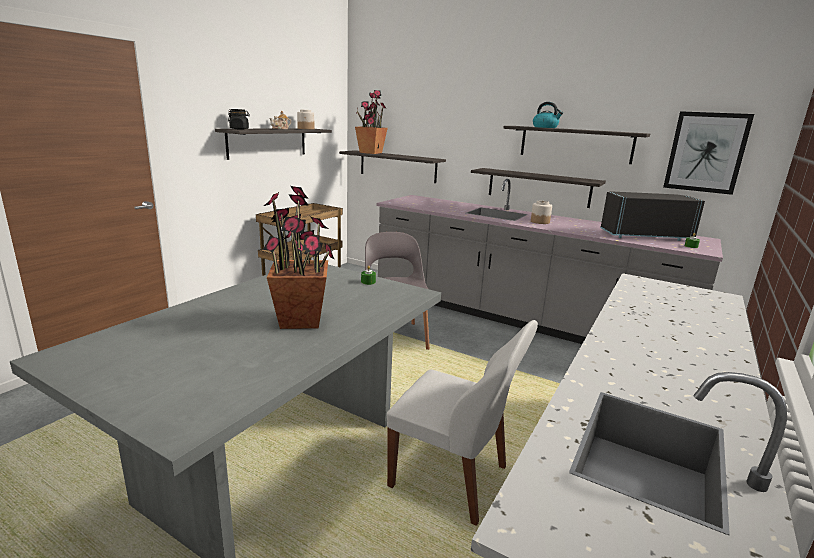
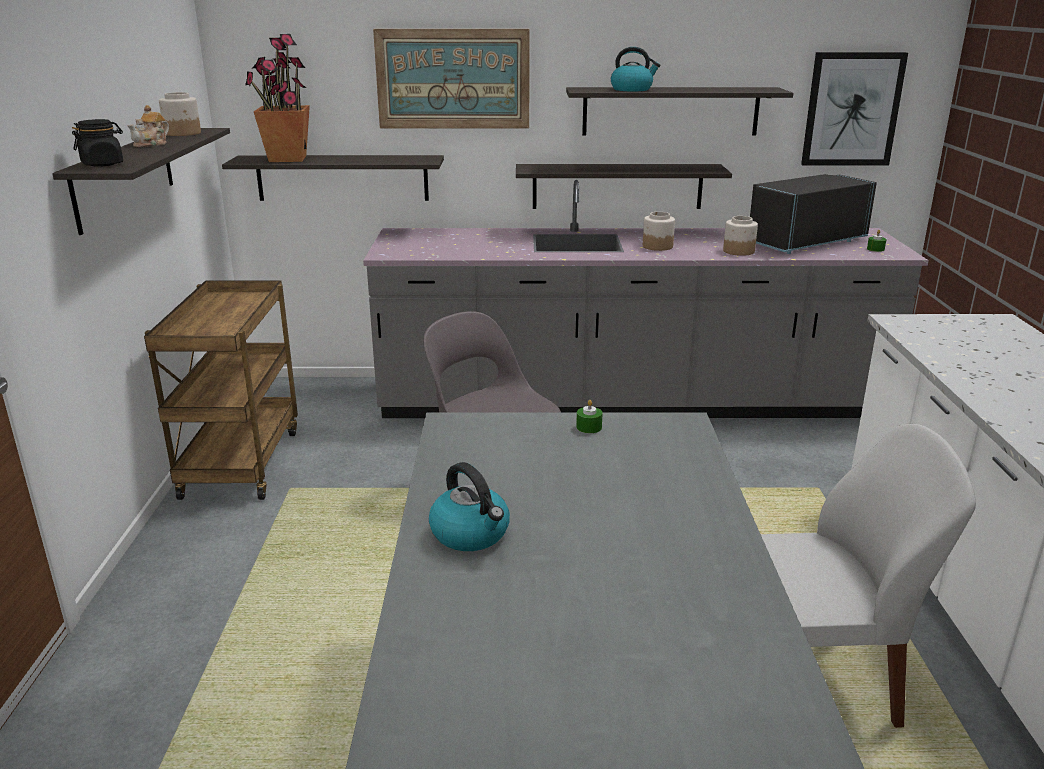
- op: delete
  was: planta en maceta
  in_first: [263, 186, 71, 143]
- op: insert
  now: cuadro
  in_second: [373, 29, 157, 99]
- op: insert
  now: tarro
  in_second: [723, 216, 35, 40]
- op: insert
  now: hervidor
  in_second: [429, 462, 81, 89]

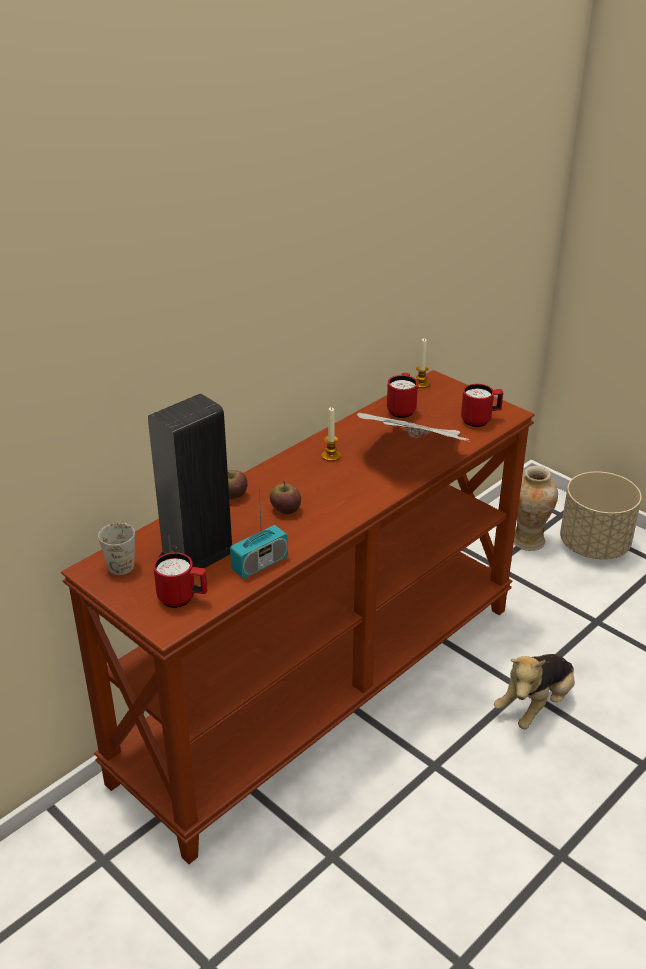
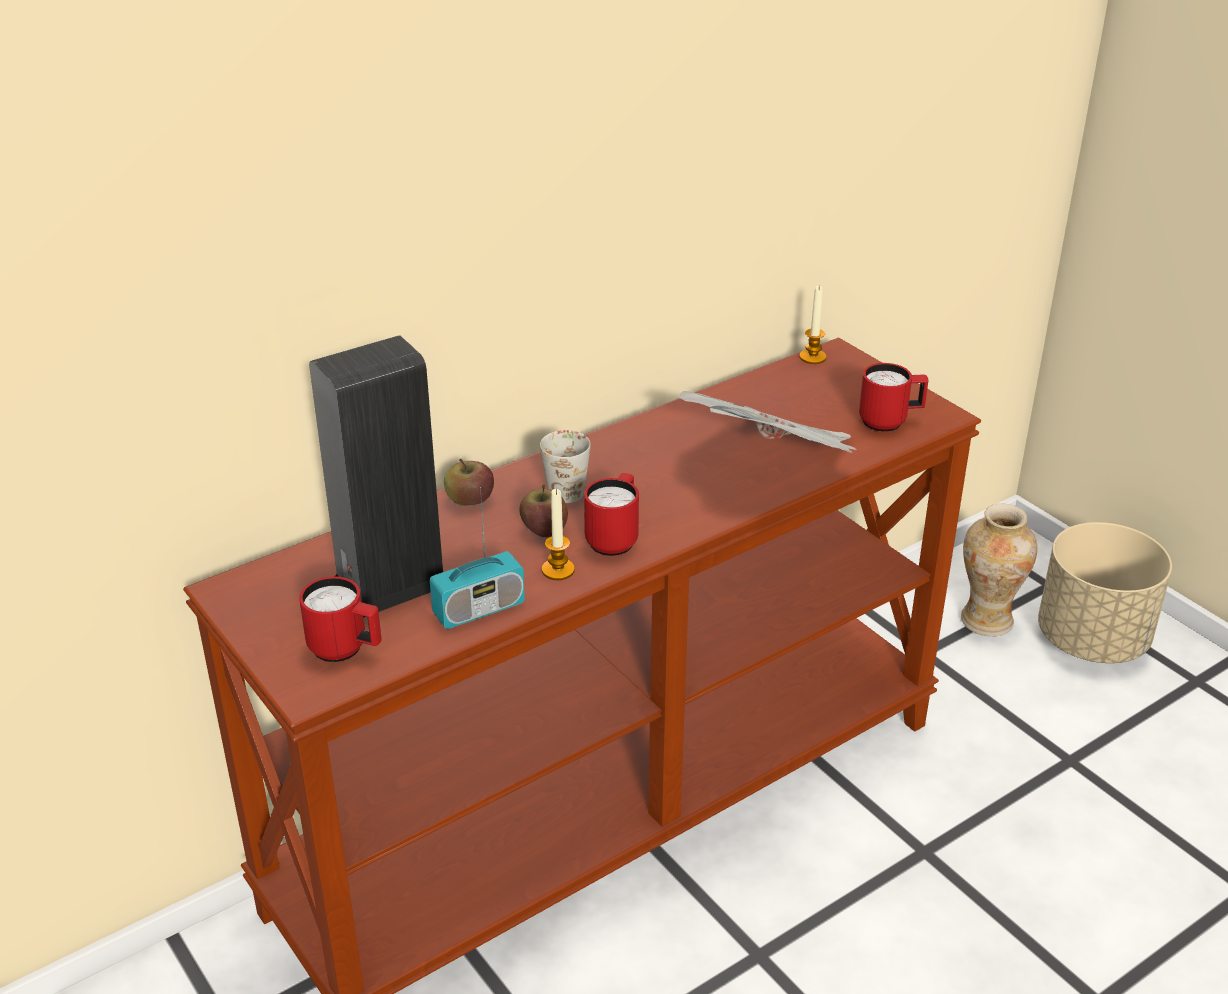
- op: move
  was: taza grande (rojo)
  in_first: [387, 373, 31, 45]
  in_second: [584, 473, 55, 83]
- op: move
  was: vela
  in_first: [322, 407, 19, 54]
  in_second: [542, 489, 33, 91]
- op: move
  was: taza grande (blanco)
  in_first: [98, 523, 37, 52]
  in_second: [540, 430, 51, 73]
- op: delete
  was: peluche
  in_first: [494, 654, 81, 75]

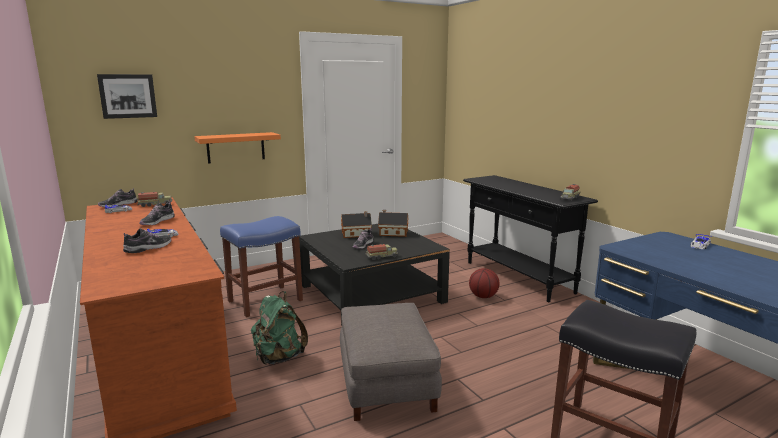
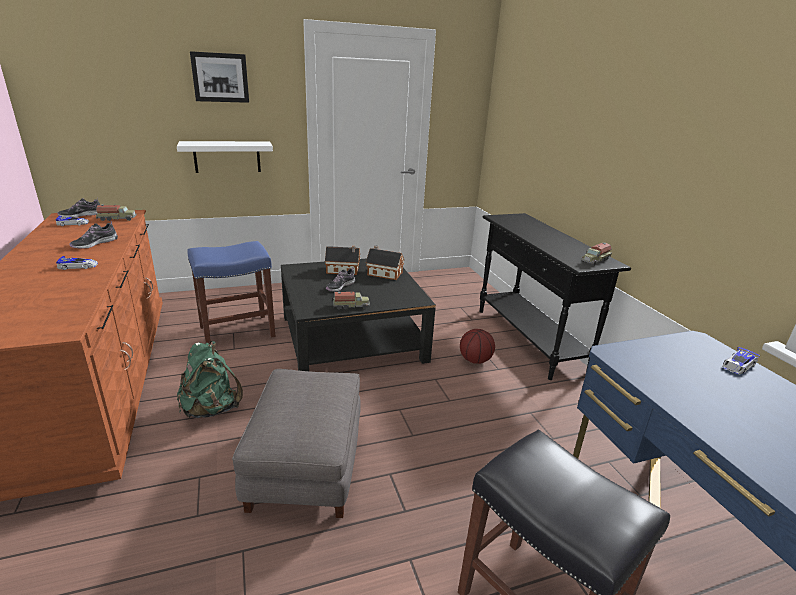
- op: move
  was: cuadro
  in_first: [97, 74, 60, 45]
  in_second: [190, 51, 59, 52]
- op: recolor
  was: estante (naranja)
  now: estante (blanco)
  in_first: [194, 132, 87, 32]
  in_second: [177, 141, 96, 32]
- op: delete
  was: zapato
  in_first: [123, 228, 48, 25]

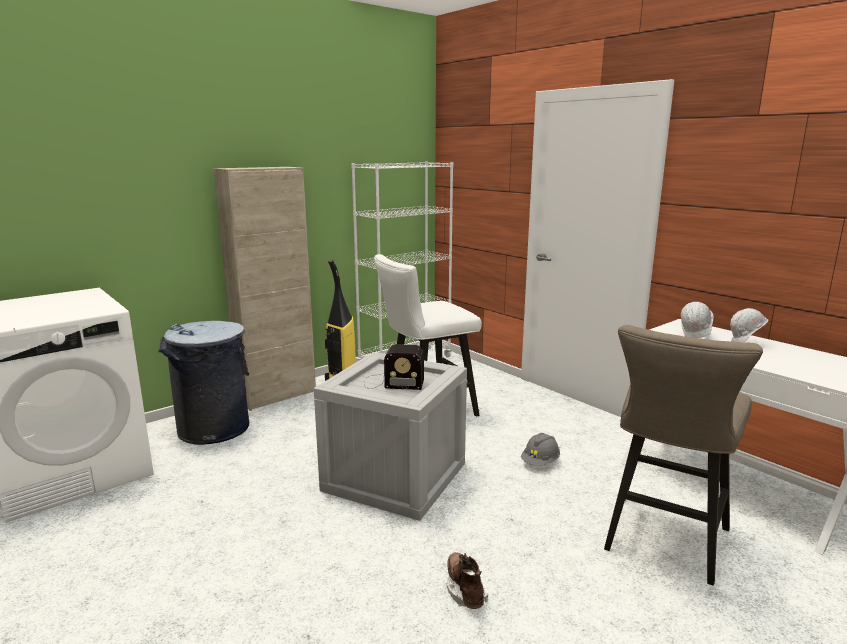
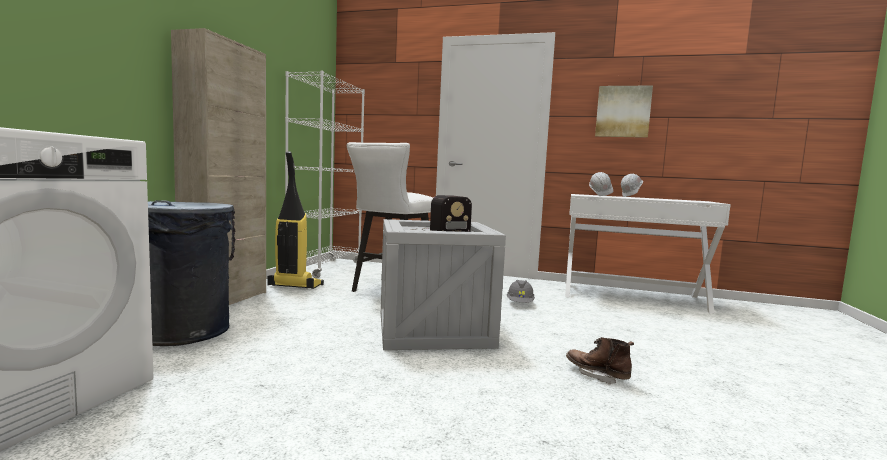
- op: delete
  was: taburete (beis)
  in_first: [604, 325, 159, 260]
- op: insert
  now: cuadro
  in_second: [595, 85, 58, 53]

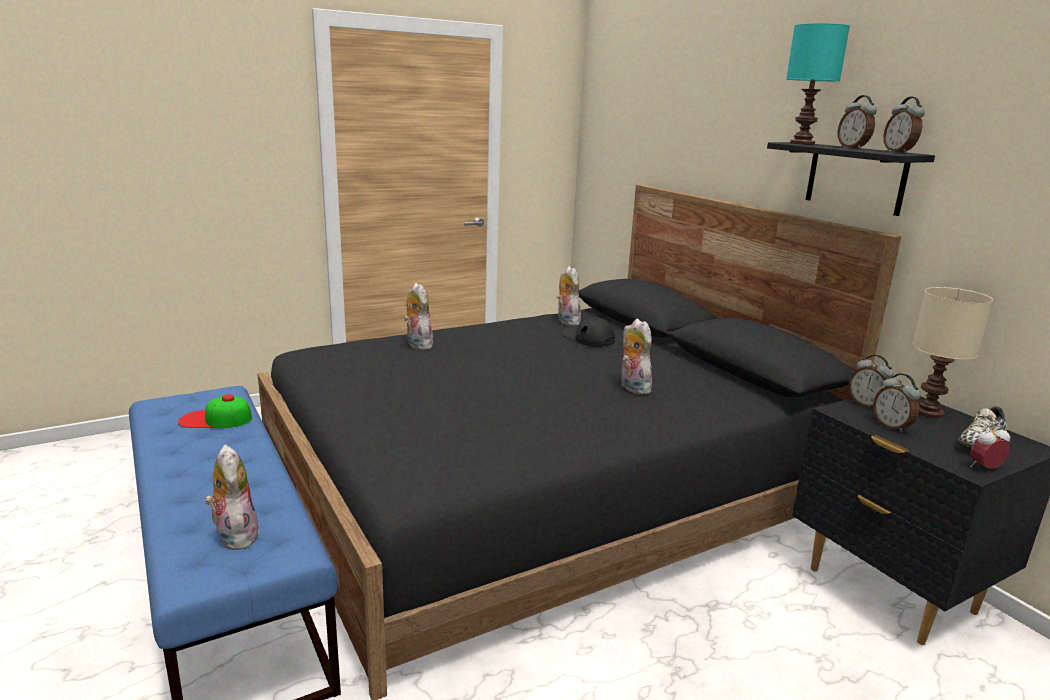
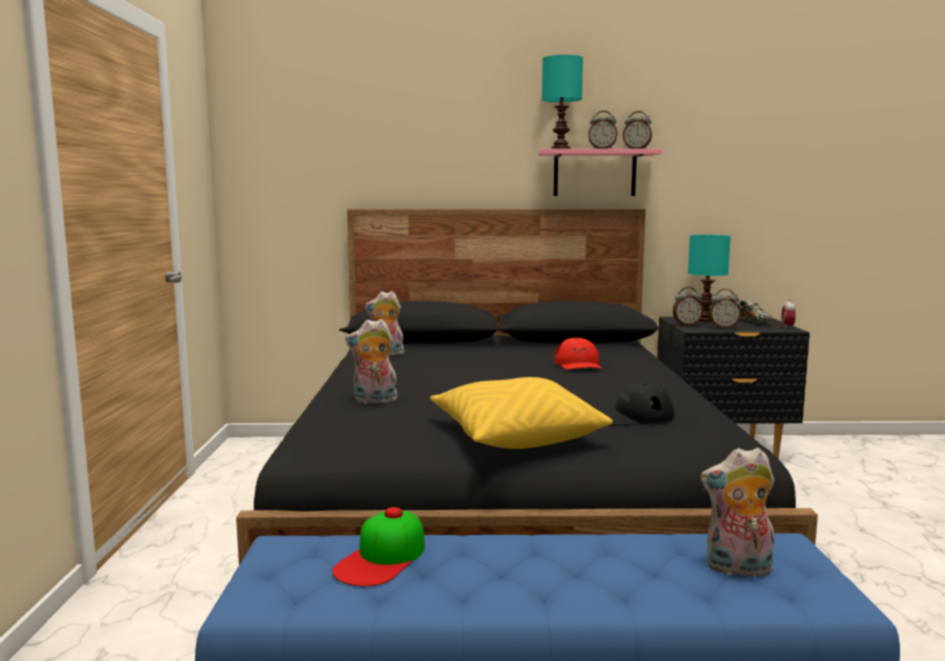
- op: recolor
  was: estante (negro)
  now: estante (rosa)
  in_first: [767, 142, 168, 74]
  in_second: [538, 149, 125, 47]
- op: recolor
  was: lámpara de mesa (beis)
  now: lámpara de mesa (turquesa)
  in_first: [912, 287, 81, 131]
  in_second: [688, 235, 43, 87]
- op: move
  was: gorra (negro)
  in_first: [563, 317, 52, 30]
  in_second: [599, 383, 75, 43]
- op: replace
  was: peluche
  now: gorra (rojo)
  in_first: [621, 319, 31, 75]
  in_second: [555, 338, 47, 32]
- op: insert
  now: cojín (amarillo)
  in_second: [430, 377, 183, 72]

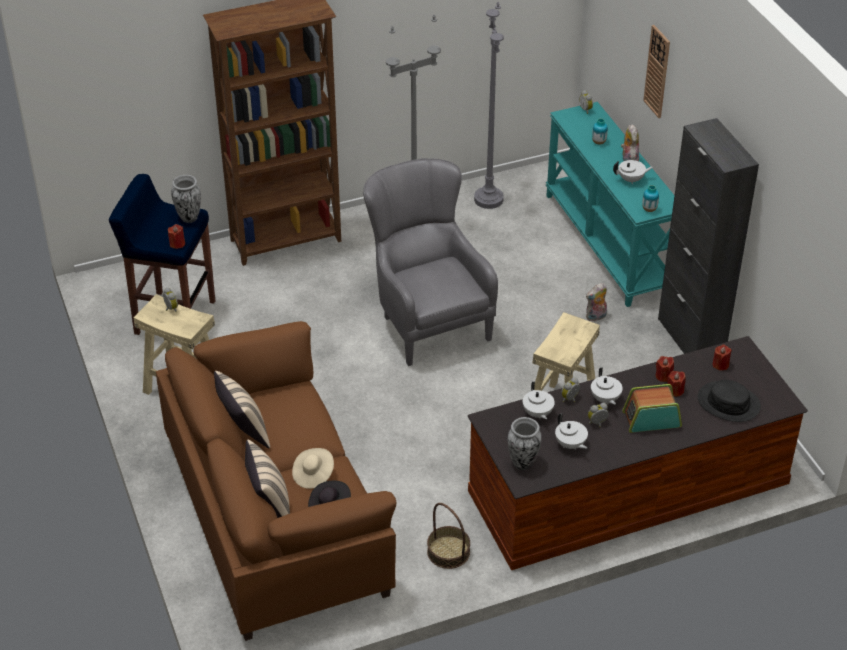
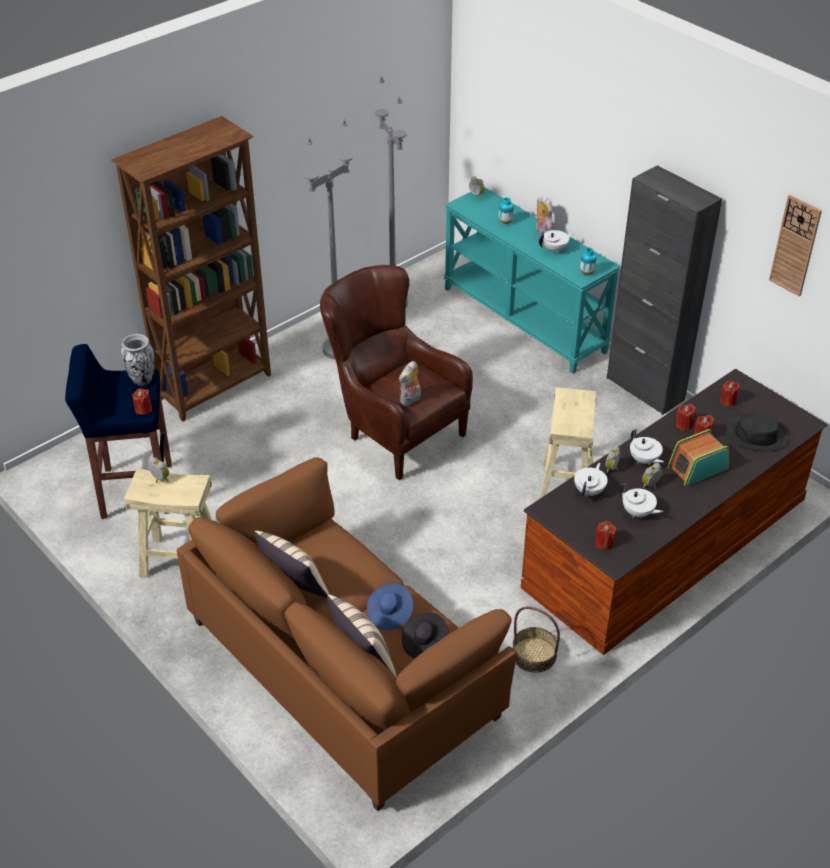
- op: move
  was: reloj de pared
  in_first: [643, 25, 27, 93]
  in_second: [769, 195, 53, 101]
- op: recolor
  was: sillón (gris)
  now: sillón (marrón)
  in_first: [363, 158, 135, 208]
  in_second: [320, 265, 153, 215]
- op: move
  was: peluche
  in_first: [586, 283, 21, 39]
  in_second: [399, 361, 22, 45]
- op: rotate
  was: tetera (blanco)
  in_first: [523, 382, 32, 37]
  in_second: [574, 463, 34, 34]
  clockwise: -120
- op: replace
  was: florero
  now: vela (rojo)
  in_first: [508, 417, 34, 53]
  in_second: [595, 521, 21, 29]
- op: recolor
  was: sombrero (beis)
  now: sombrero (azul)
  in_first: [292, 448, 42, 41]
  in_second: [367, 583, 46, 47]

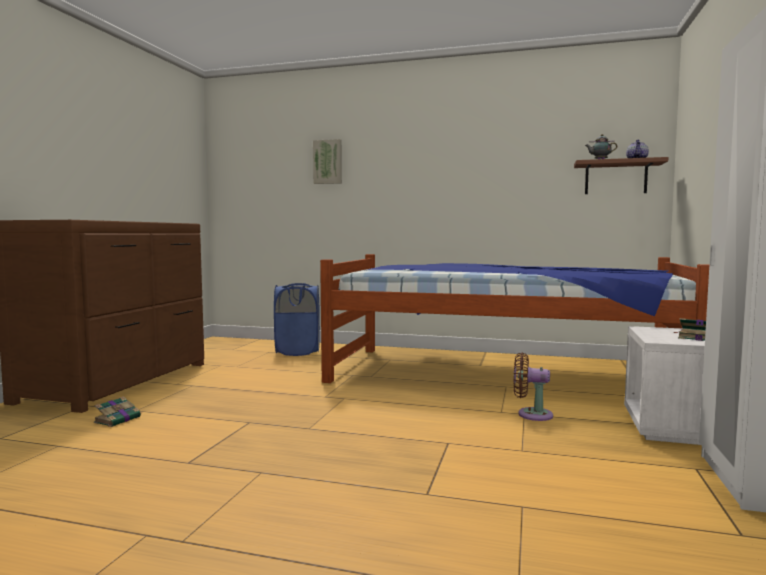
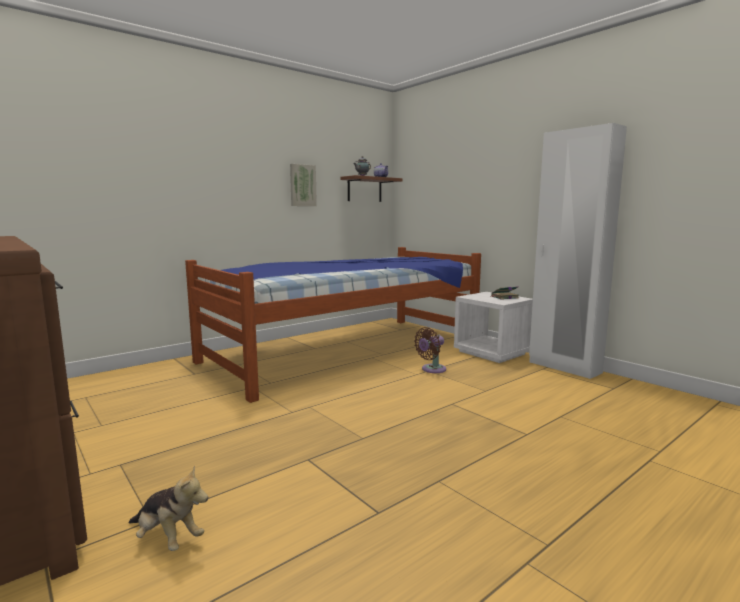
- op: move
  was: cuadro
  in_first: [313, 139, 29, 45]
  in_second: [290, 164, 27, 42]
- op: delete
  was: cesto de la ropa (azul)
  in_first: [274, 283, 46, 73]
- op: replace
  was: libro
  now: peluche
  in_first: [94, 397, 47, 30]
  in_second: [129, 465, 79, 86]

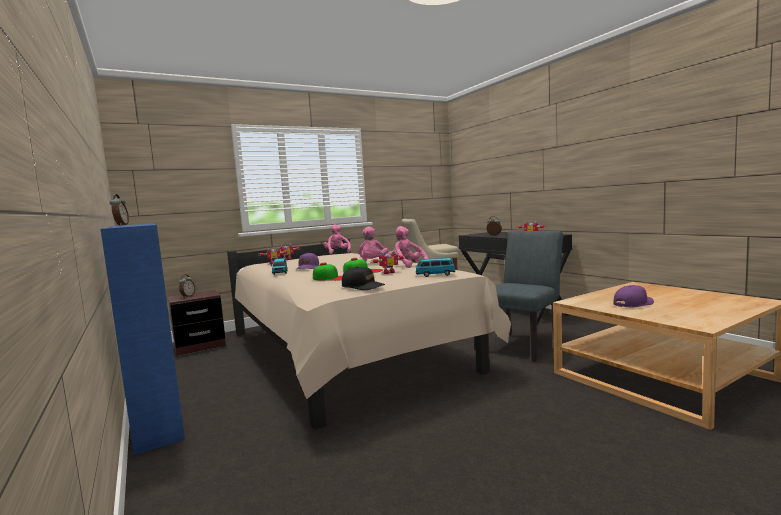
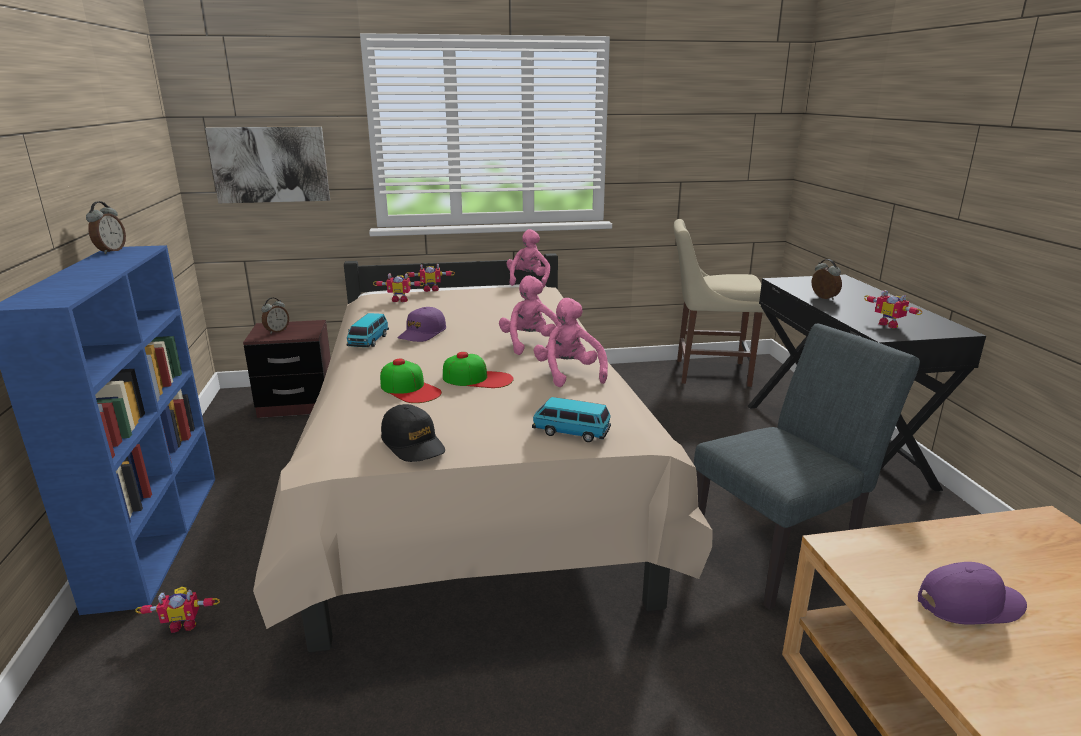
- op: rotate
  was: peluche (rosa)
  in_first: [358, 226, 30, 35]
  in_second: [499, 275, 63, 80]
  clockwise: 135
- op: move
  was: robot de juguete
  in_first: [371, 250, 35, 24]
  in_second: [135, 587, 85, 46]
- op: insert
  now: cuadro
  in_second: [205, 126, 125, 77]

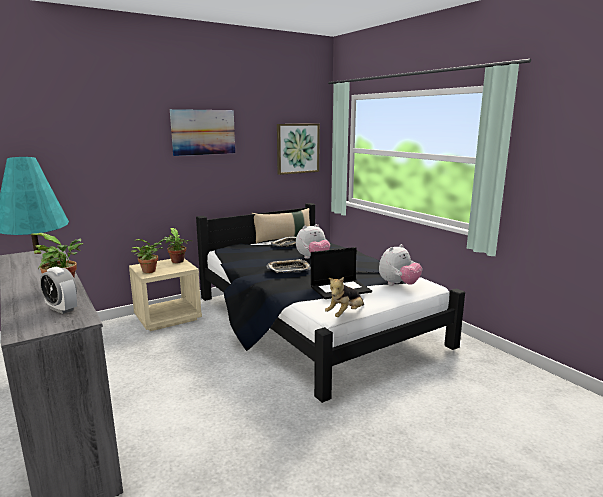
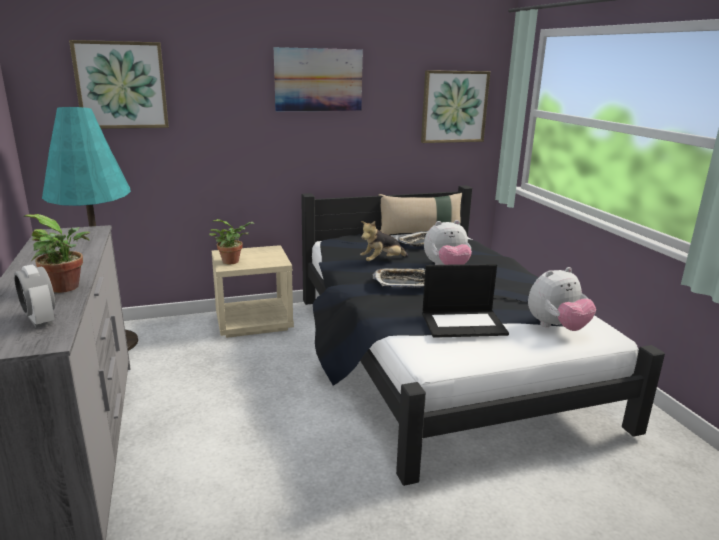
- op: delete
  was: planta en maceta
  in_first: [164, 228, 28, 35]
- op: move
  was: peluche
  in_first: [325, 277, 39, 40]
  in_second: [360, 221, 48, 40]
- op: insert
  now: cuadro
  in_second: [69, 40, 100, 89]

